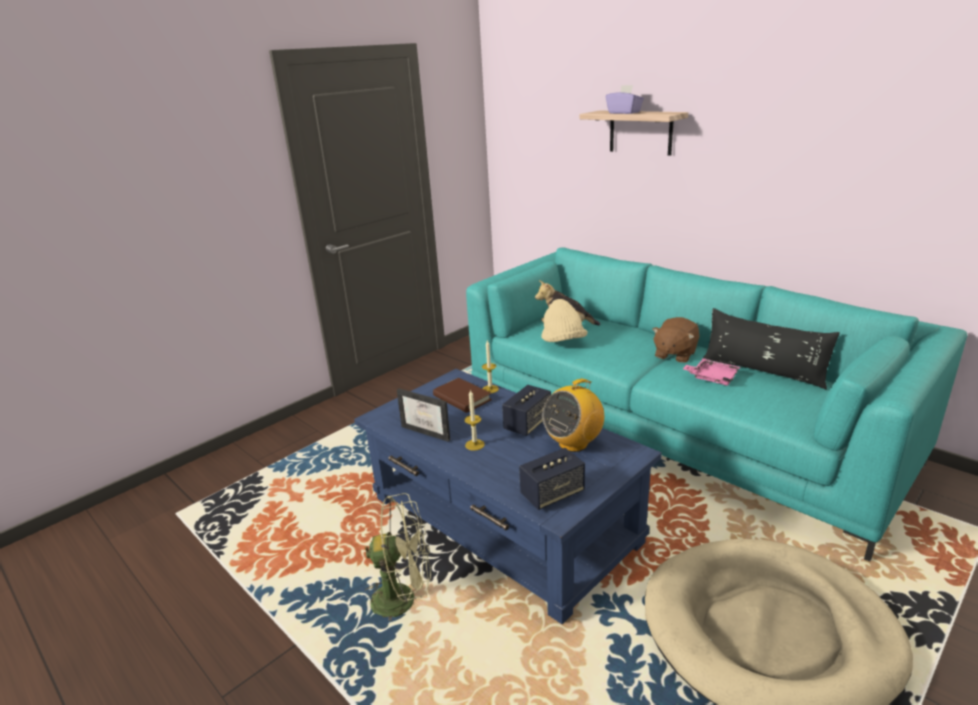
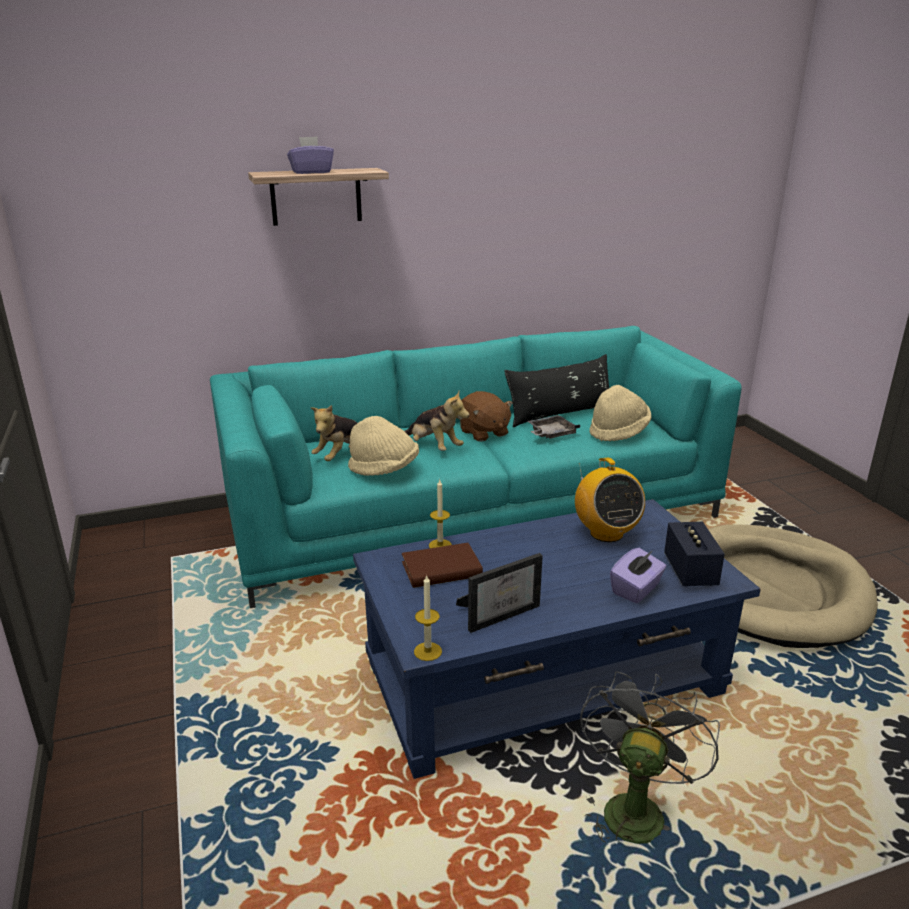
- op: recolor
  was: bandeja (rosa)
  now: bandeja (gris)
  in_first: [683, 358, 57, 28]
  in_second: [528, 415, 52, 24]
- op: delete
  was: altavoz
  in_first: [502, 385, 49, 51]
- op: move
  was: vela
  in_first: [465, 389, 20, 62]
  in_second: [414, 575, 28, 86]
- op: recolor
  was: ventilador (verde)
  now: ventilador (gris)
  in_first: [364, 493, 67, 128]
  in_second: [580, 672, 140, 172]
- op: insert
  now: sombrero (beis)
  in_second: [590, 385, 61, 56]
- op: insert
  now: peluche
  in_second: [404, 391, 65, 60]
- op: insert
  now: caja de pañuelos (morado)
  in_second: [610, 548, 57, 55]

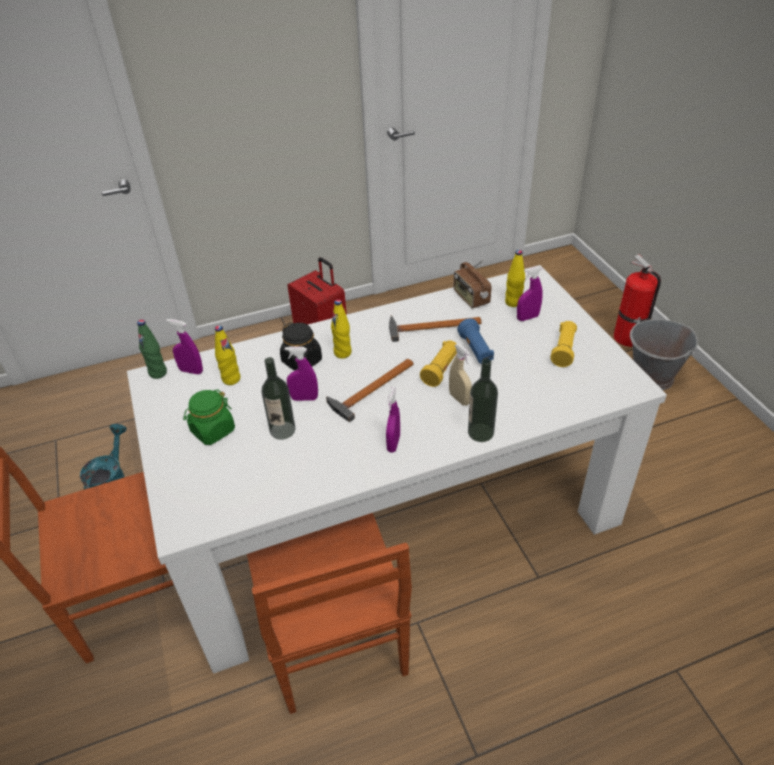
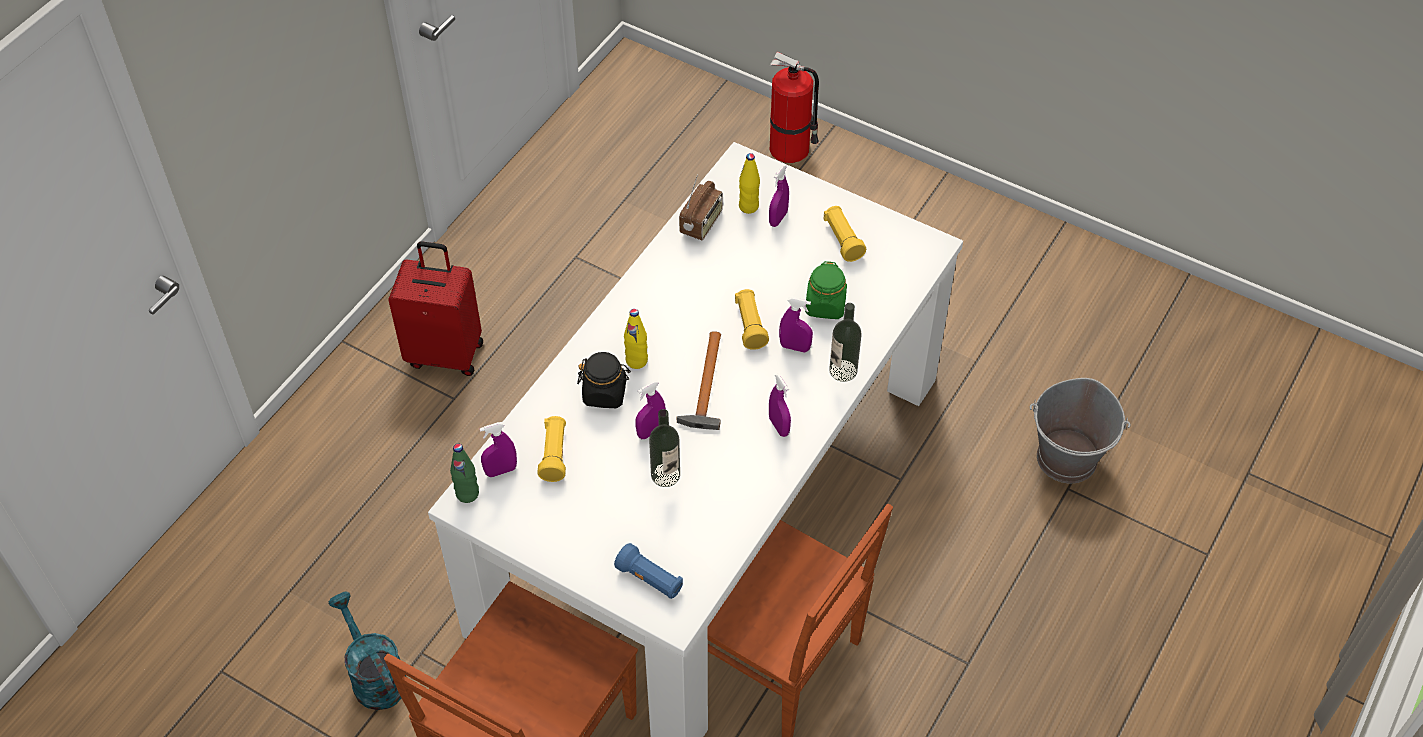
- op: rotate
  was: radio
  in_first: [454, 260, 38, 49]
  in_second: [679, 175, 44, 65]
  clockwise: -90
- op: delete
  was: martillo
  in_first: [389, 315, 93, 27]
- op: move
  was: cubo (gris)
  in_first: [630, 317, 68, 73]
  in_second: [1030, 378, 100, 105]
- op: move
  was: linterna (azul)
  in_first: [457, 318, 37, 46]
  in_second: [614, 543, 69, 56]
- op: replace
  was: botella (amarillo)
  now: linterna (amarillo)
  in_first: [215, 325, 26, 60]
  in_second: [537, 416, 29, 66]
- op: recolor
  was: pulverizador (beis)
  now: pulverizador (morado)
  in_first: [449, 344, 23, 62]
  in_second: [779, 297, 34, 55]
- op: move
  was: tarro (verde)
  in_first: [183, 389, 52, 56]
  in_second: [805, 261, 42, 58]

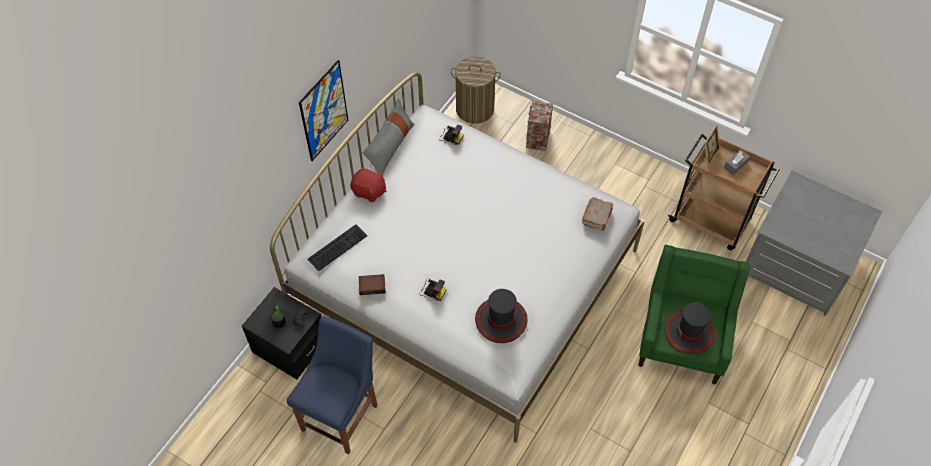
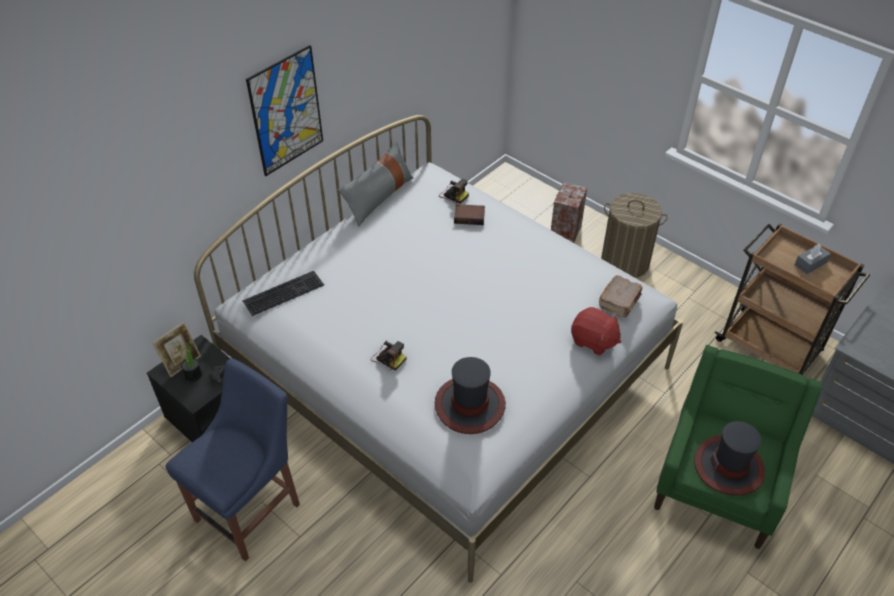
- op: move
  was: cesto de la ropa
  in_first: [451, 57, 50, 67]
  in_second: [601, 193, 67, 85]
- op: move
  was: portarretratos
  in_first: [705, 124, 15, 42]
  in_second: [153, 322, 48, 55]
- op: move
  was: peluche (rojo)
  in_first: [350, 168, 37, 34]
  in_second: [571, 307, 50, 49]
- op: move
  was: libro
  in_first: [359, 274, 27, 21]
  in_second: [454, 204, 31, 21]

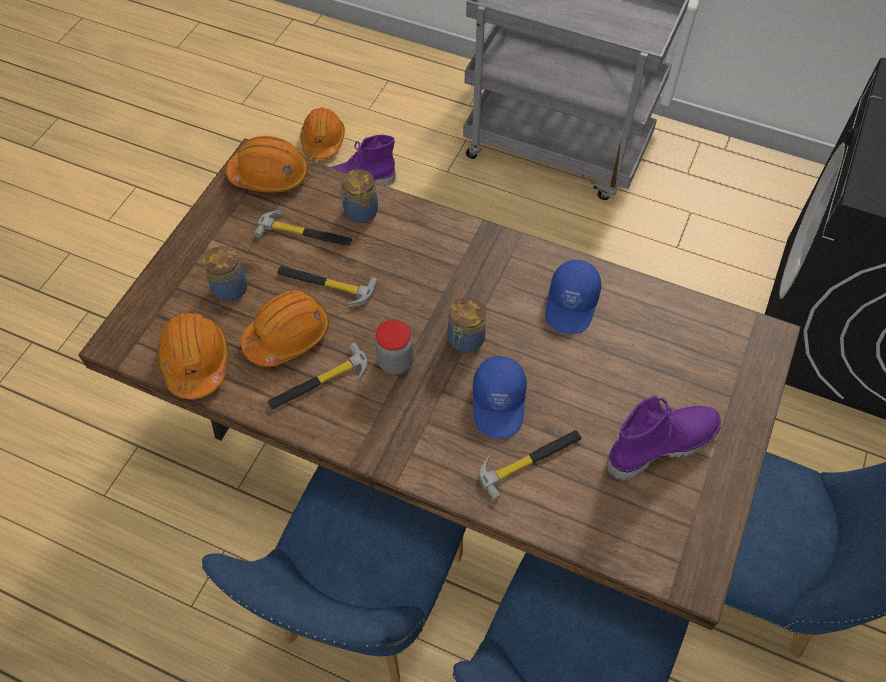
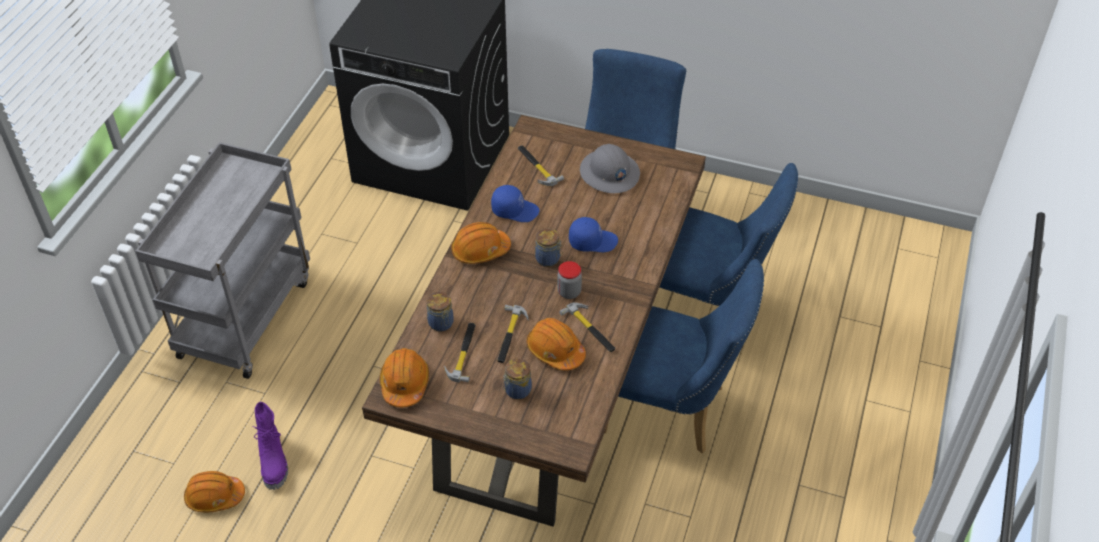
- op: move
  was: casco (naranja)
  in_first: [157, 313, 71, 86]
  in_second: [451, 222, 60, 42]
- op: replace
  was: bota (morado)
  now: casco (gris)
  in_first: [606, 395, 115, 85]
  in_second: [580, 144, 60, 49]
- op: move
  was: martillo
  in_first: [480, 430, 102, 71]
  in_second: [518, 145, 46, 41]

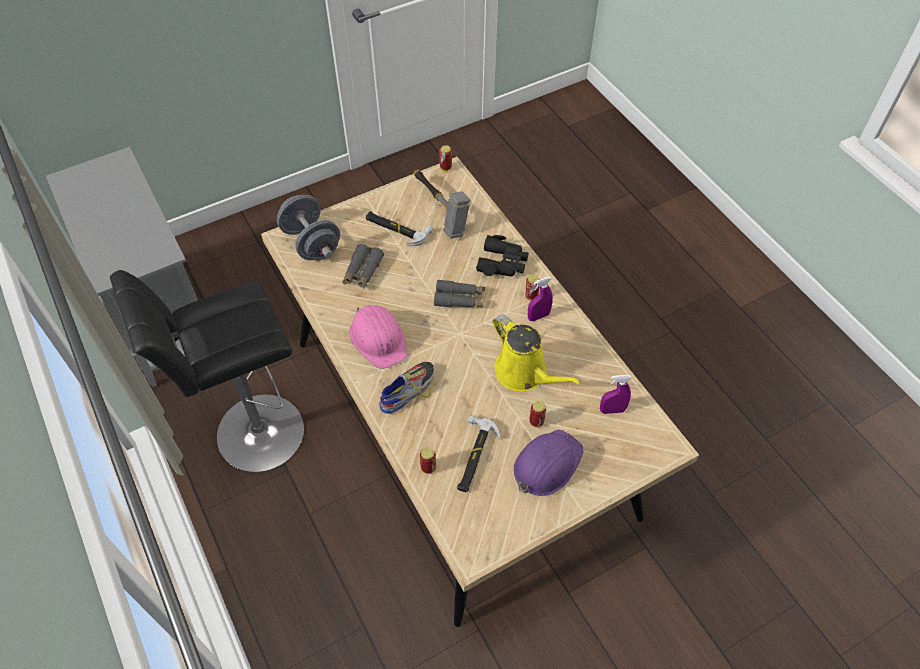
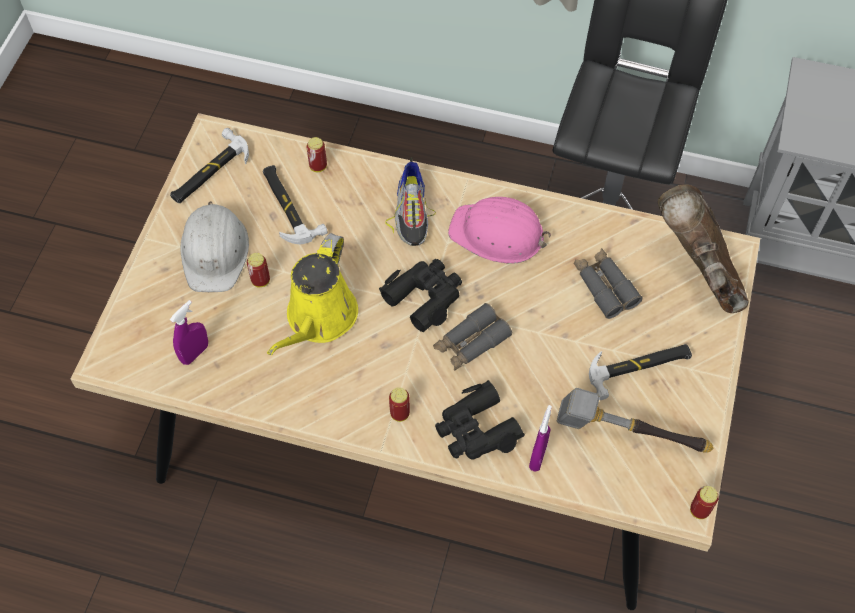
- op: replace
  was: mancuerna (gris)
  now: bota (marrón)
  in_first: [277, 195, 63, 65]
  in_second: [658, 184, 91, 129]
- op: move
  was: pulverizador (morado)
  in_first: [528, 277, 25, 44]
  in_second: [529, 405, 23, 67]
- op: rotate
  was: regadera (amarillo)
  in_first: [493, 314, 89, 78]
  in_second: [267, 233, 91, 122]
  clockwise: -75
- op: recolor
  was: casco (morado)
  now: casco (blanco)
  in_first: [514, 430, 70, 66]
  in_second: [180, 201, 69, 91]
- op: insert
  now: martillo
  in_second: [170, 128, 79, 75]
- op: insert
  now: prismáticos (negro)
  in_second: [379, 259, 83, 73]

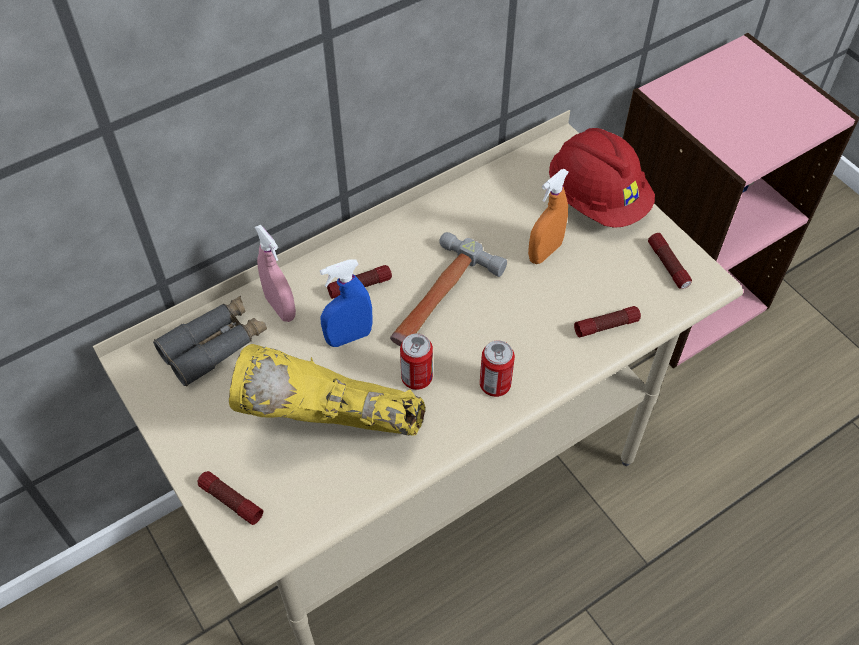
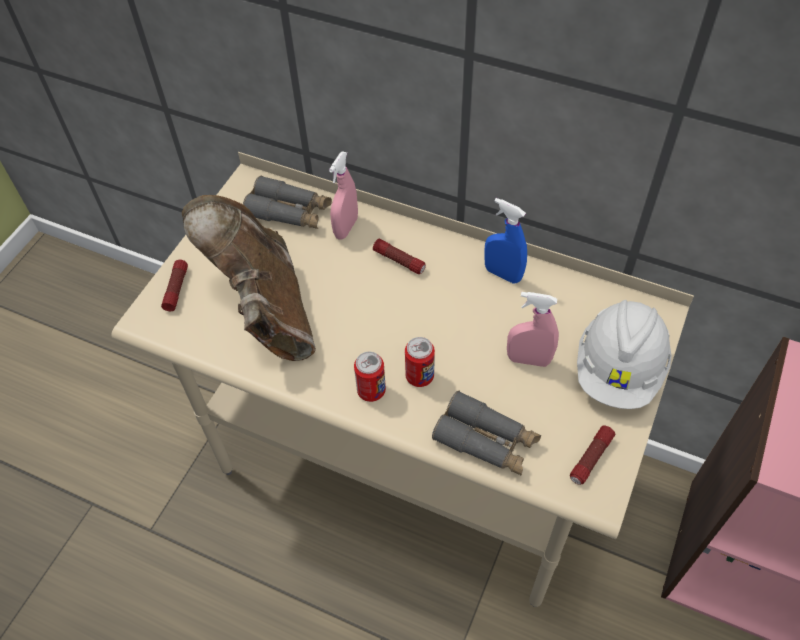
- op: recolor
  was: casco (rojo)
  now: casco (blanco)
  in_first: [549, 128, 106, 100]
  in_second: [577, 300, 94, 109]
- op: recolor
  was: pulverizador (naranja)
  now: pulverizador (rosa)
  in_first: [528, 169, 41, 95]
  in_second: [507, 292, 52, 75]
- op: delete
  was: martillo
  in_first: [390, 232, 117, 114]
- op: move
  was: pulverizador (azul)
  in_first: [320, 259, 52, 88]
  in_second: [484, 198, 43, 86]
- op: replace
  was: linterna
  now: prismáticos (gris)
  in_first: [574, 306, 67, 32]
  in_second: [432, 391, 109, 85]
- op: move
  was: lata
  in_first: [400, 334, 33, 56]
  in_second: [405, 337, 30, 50]
- op: recolor
  was: bota (amarillo)
  now: bota (marrón)
  in_first: [229, 344, 197, 92]
  in_second: [182, 195, 134, 166]

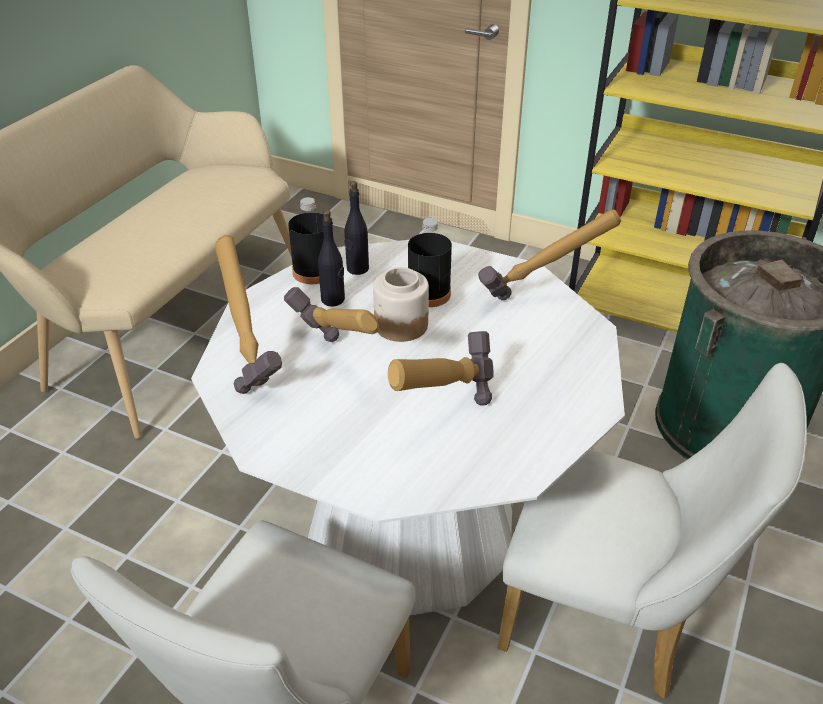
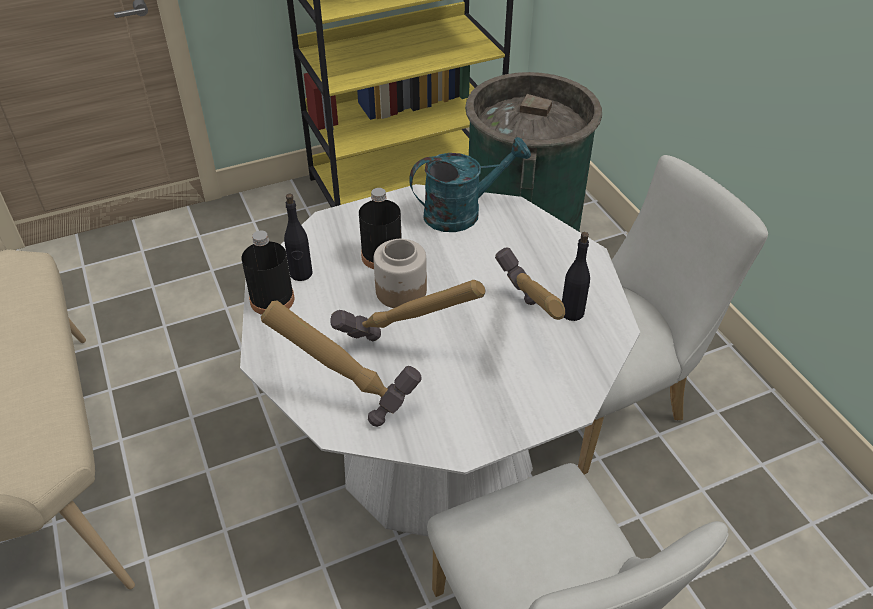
- op: replace
  was: martillo
  now: regadera (turquesa)
  in_first: [478, 209, 143, 91]
  in_second: [409, 137, 122, 95]
- op: move
  was: botella (negro)
  in_first: [318, 210, 27, 97]
  in_second: [562, 232, 28, 89]

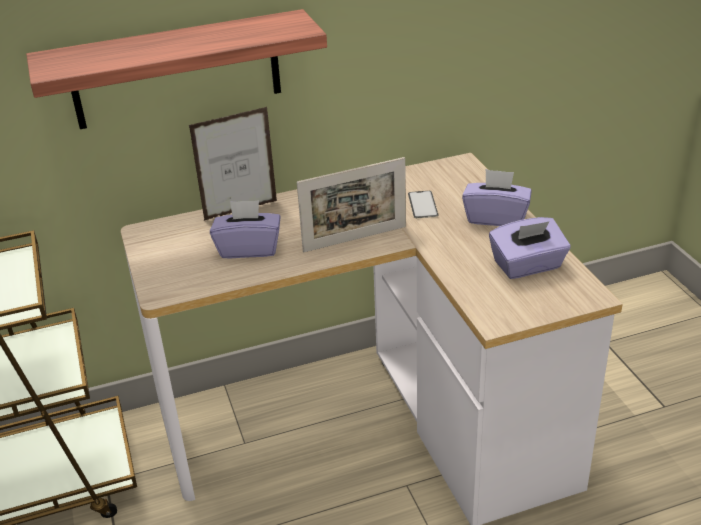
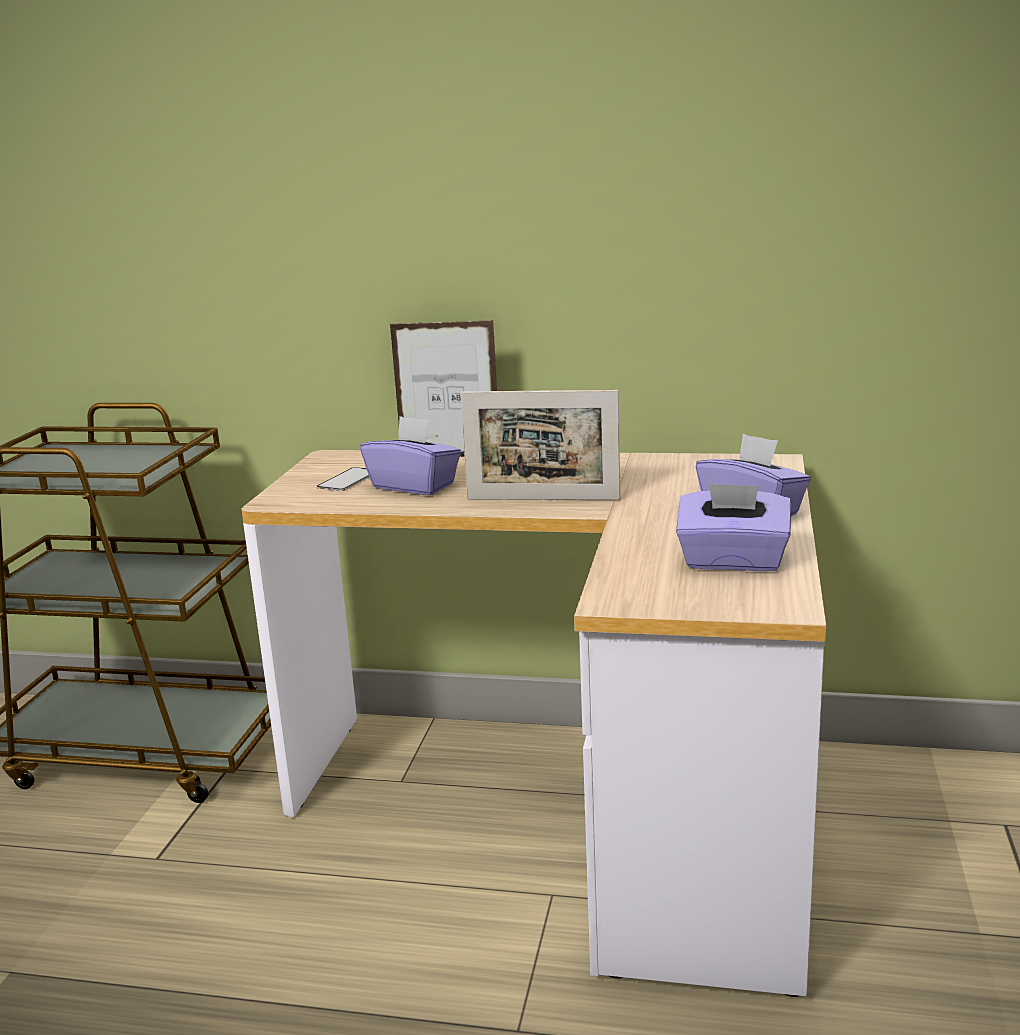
- op: delete
  was: estante
  in_first: [26, 9, 301, 120]
- op: move
  was: móvil
  in_first: [408, 191, 30, 27]
  in_second: [317, 467, 52, 24]

